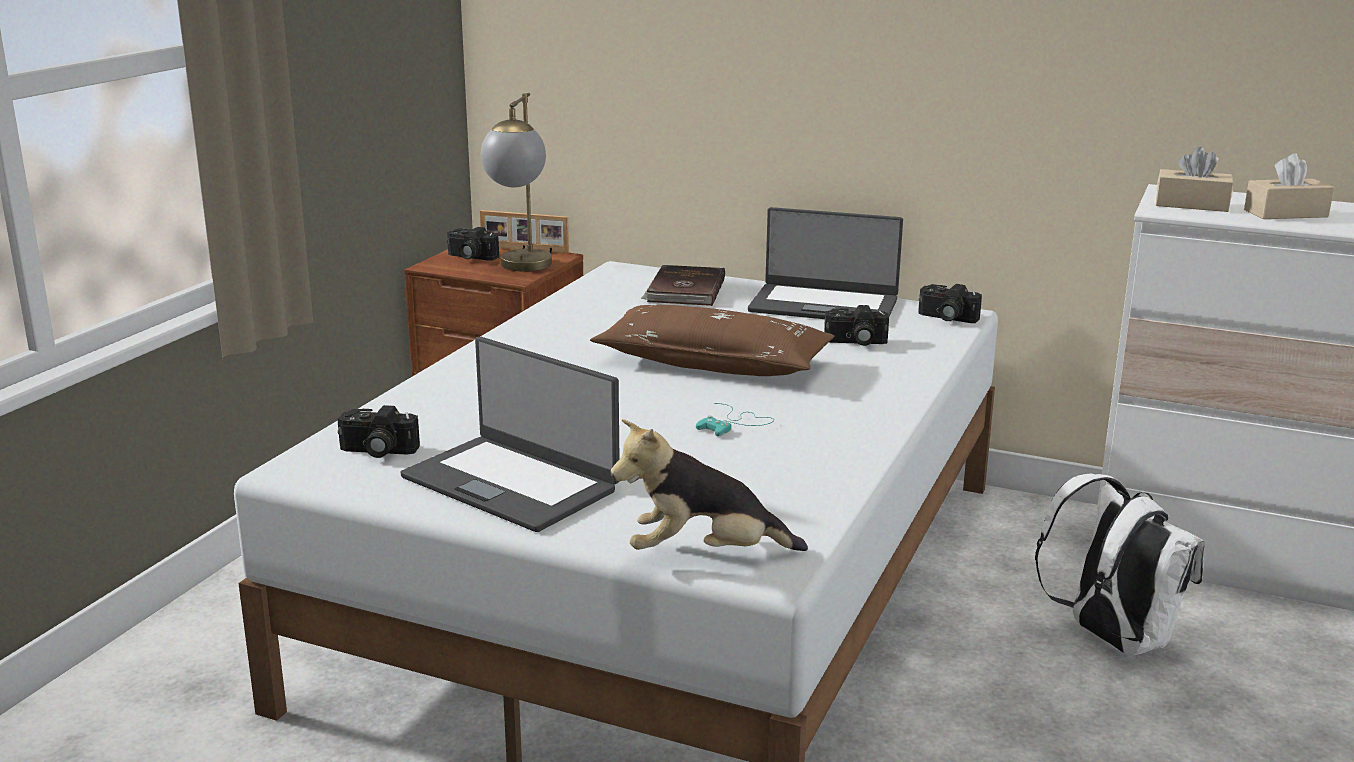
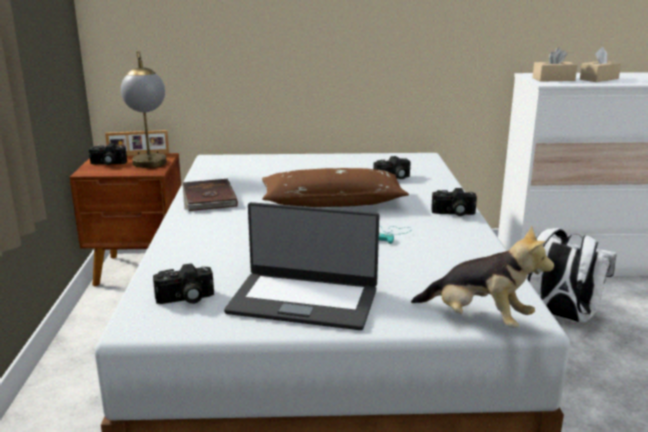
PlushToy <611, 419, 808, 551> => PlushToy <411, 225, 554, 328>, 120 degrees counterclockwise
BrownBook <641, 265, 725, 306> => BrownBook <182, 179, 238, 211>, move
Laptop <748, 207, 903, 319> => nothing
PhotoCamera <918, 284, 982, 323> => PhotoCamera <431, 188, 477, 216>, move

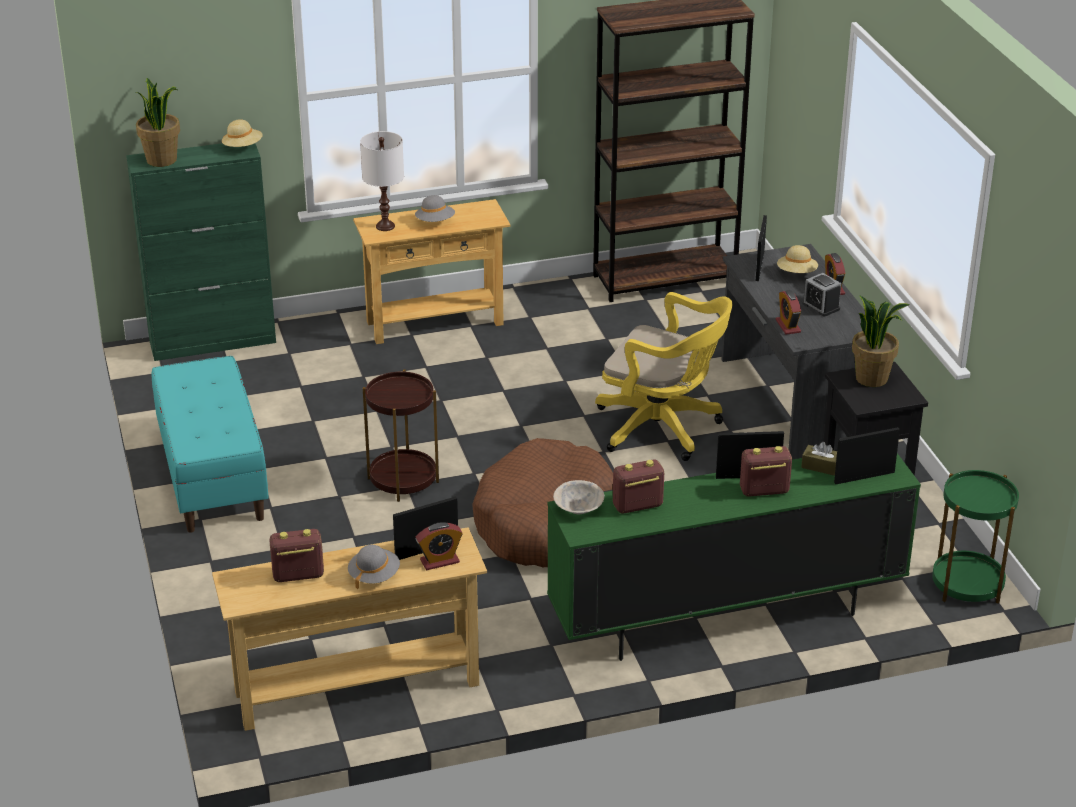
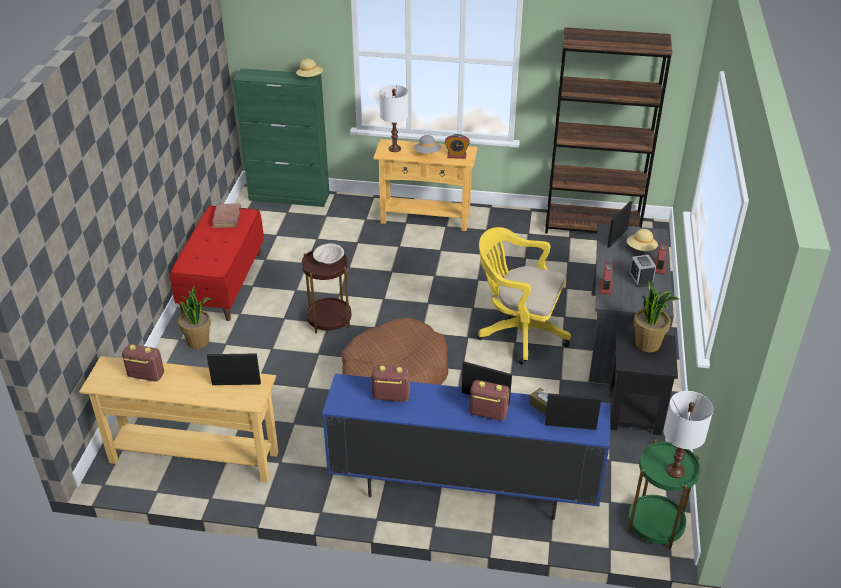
PottedPlant <136, 78, 180, 167> => PottedPlant <179, 286, 212, 349>, move
TurquoiseBench <152, 356, 269, 533> => RedBench <170, 206, 264, 321>
GreyHat <348, 545, 400, 589> => nothing
AlarmClock <415, 522, 463, 570> => AlarmClock <445, 134, 470, 159>, move
GreenTvStand <547, 453, 921, 661> => BlueTvStand <322, 374, 610, 520>
BeigeBowl <553, 480, 604, 514> => BeigeBowl <313, 243, 344, 264>, move
YellowOfficeChair <595, 292, 733, 461> => YellowOfficeChair <477, 227, 571, 365>, 150 degrees clockwise
nothing => BrownBook <212, 203, 241, 228>
nothing => WhiteTableLamp <664, 391, 713, 478>

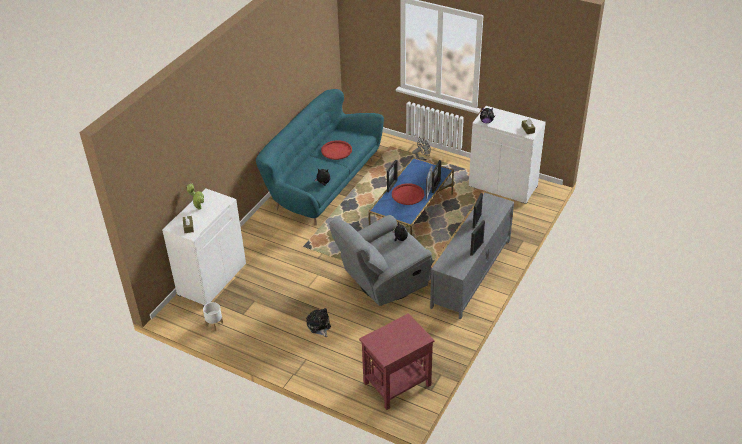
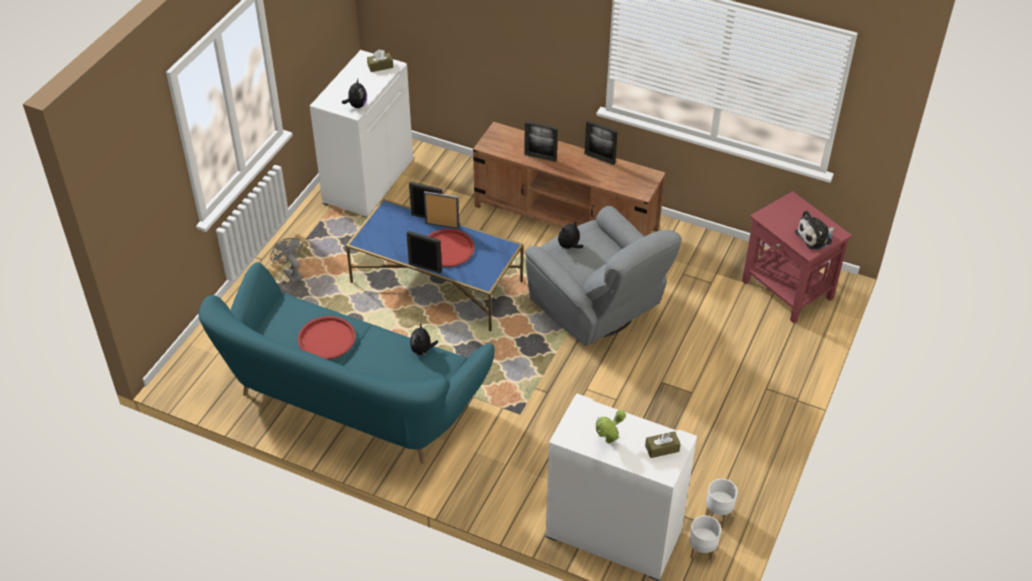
PlushToy <306, 308, 331, 337> => PlushToy <795, 210, 835, 250>, move
GreyTvStand <430, 193, 514, 320> => BrownTvStand <473, 122, 666, 237>
nothing => WhitePlanter <689, 516, 721, 561>

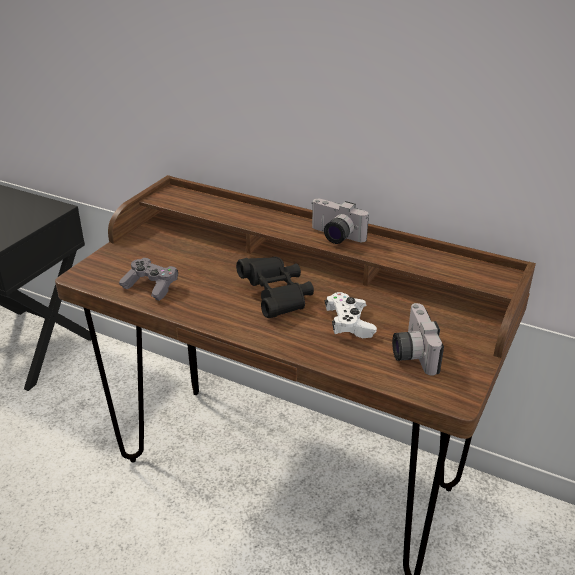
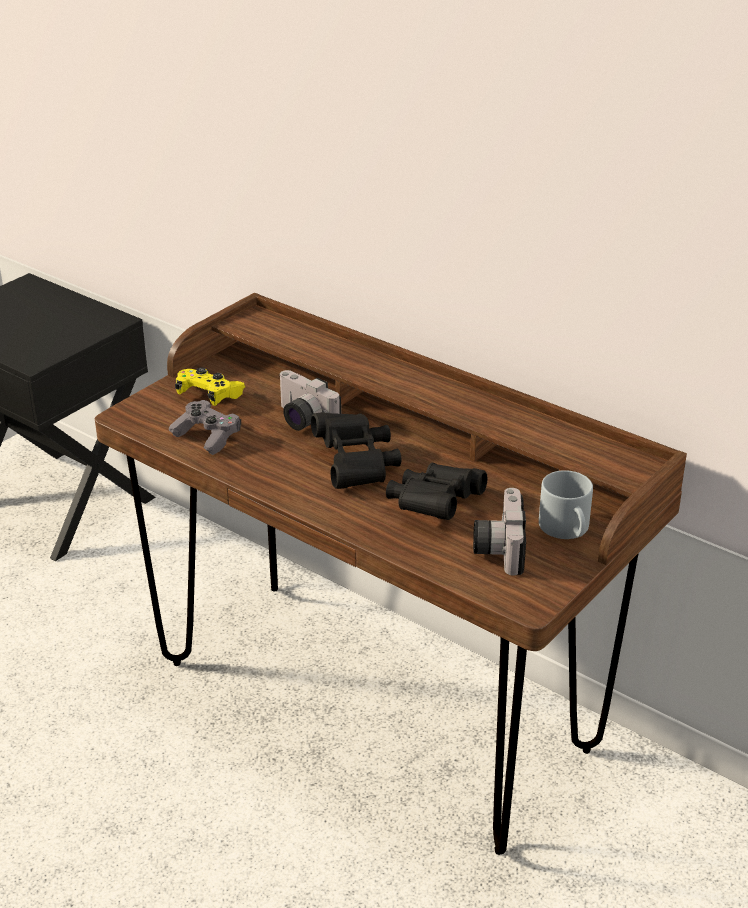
PhotoCamera <311, 198, 369, 244> => PhotoCamera <279, 370, 341, 431>, move
WhiteGameController <324, 292, 377, 338> => BlackBinoculars <386, 463, 487, 520>
nothing => YellowGameController <175, 367, 245, 406>
nothing => GreyMug <539, 470, 593, 539>

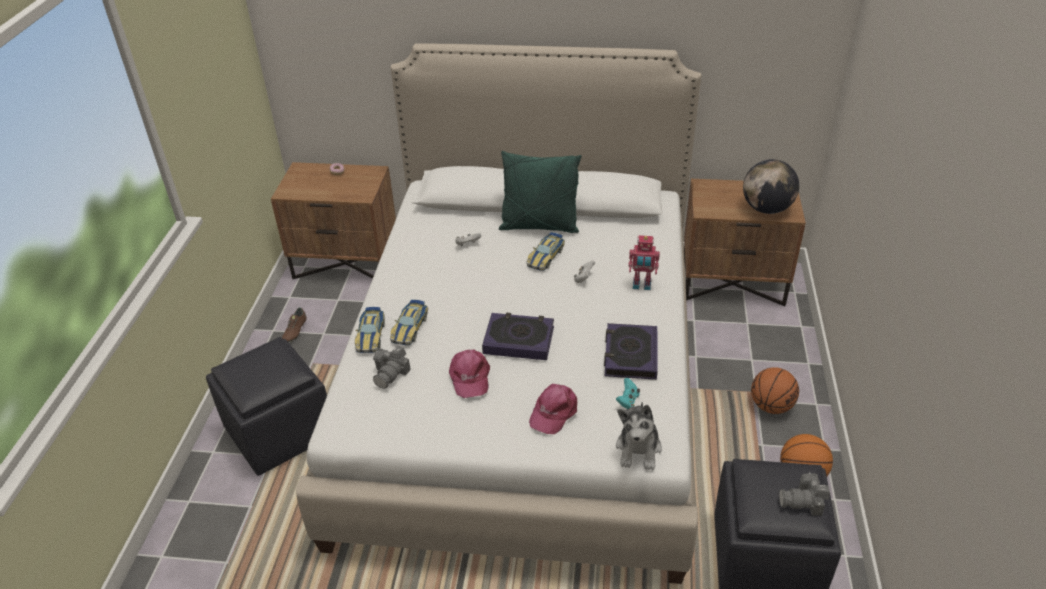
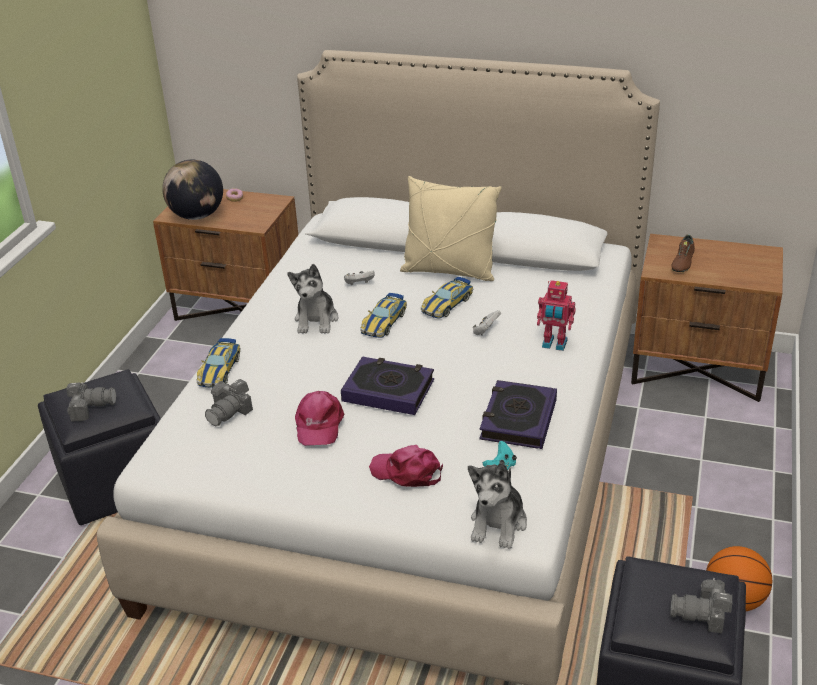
BrownShoe <282, 307, 307, 342> => BrownShoe <671, 234, 695, 273>, move
ToyCar <390, 300, 428, 345> => ToyCar <360, 293, 407, 338>, move
GreenPillow <499, 151, 582, 233> => BeigePillow <400, 176, 502, 281>
PinkCap <529, 384, 577, 434> => PinkCap <369, 445, 443, 487>, 75 degrees clockwise
Globe <743, 159, 799, 214> => Globe <162, 160, 223, 220>, move
Basketball <751, 367, 799, 414> => nothing
nothing => PhotoCamera <66, 382, 116, 422>
nothing => PlushToy <287, 264, 338, 334>

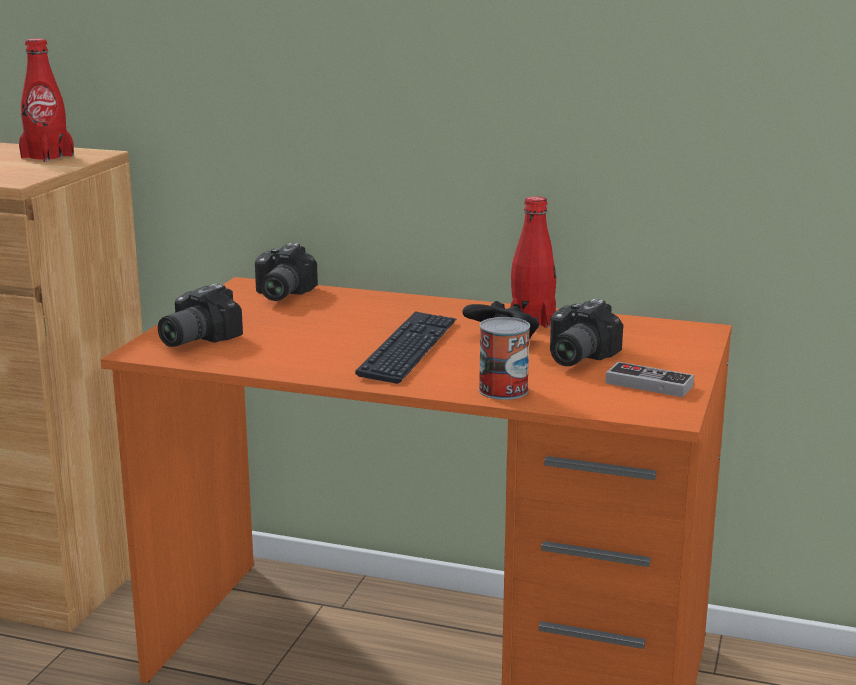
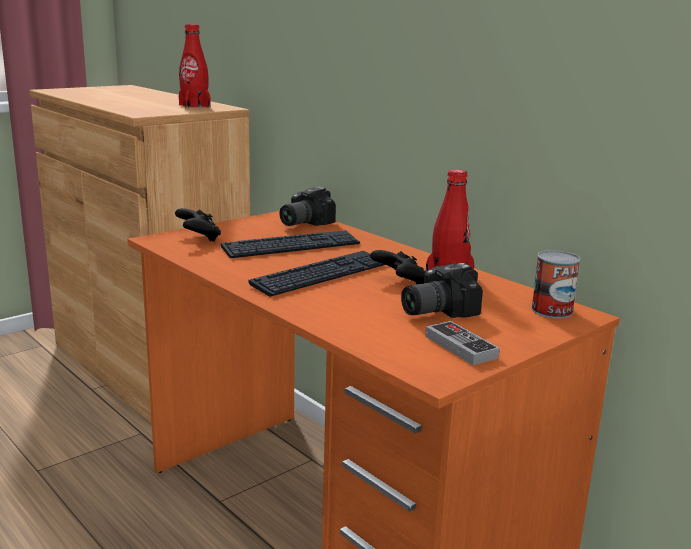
PhotoCamera <158, 283, 243, 347> => BlackGameController <175, 208, 221, 242>
Can <479, 317, 530, 400> => Can <531, 250, 581, 318>, move
nothing => Keyboard <221, 230, 360, 258>

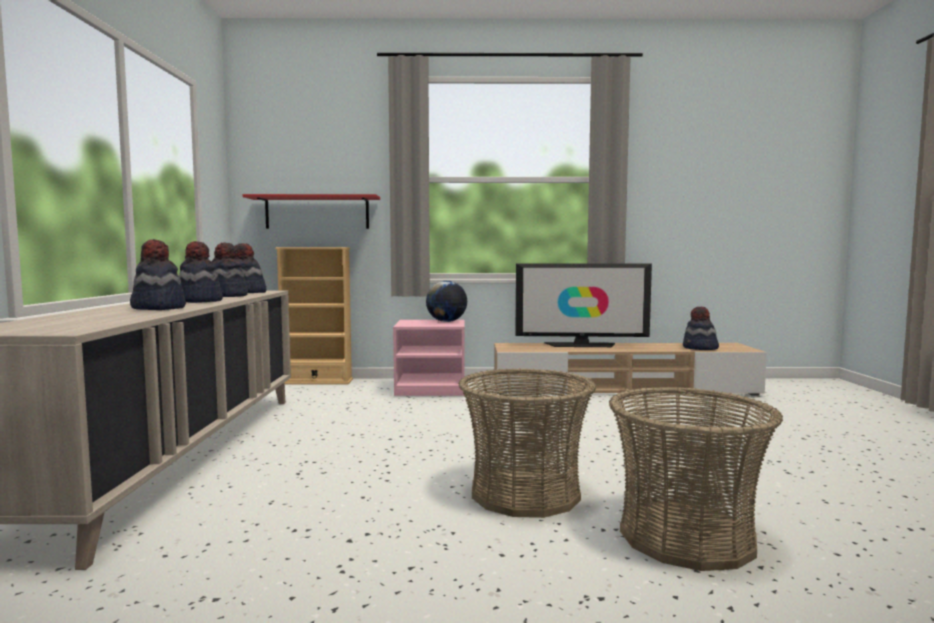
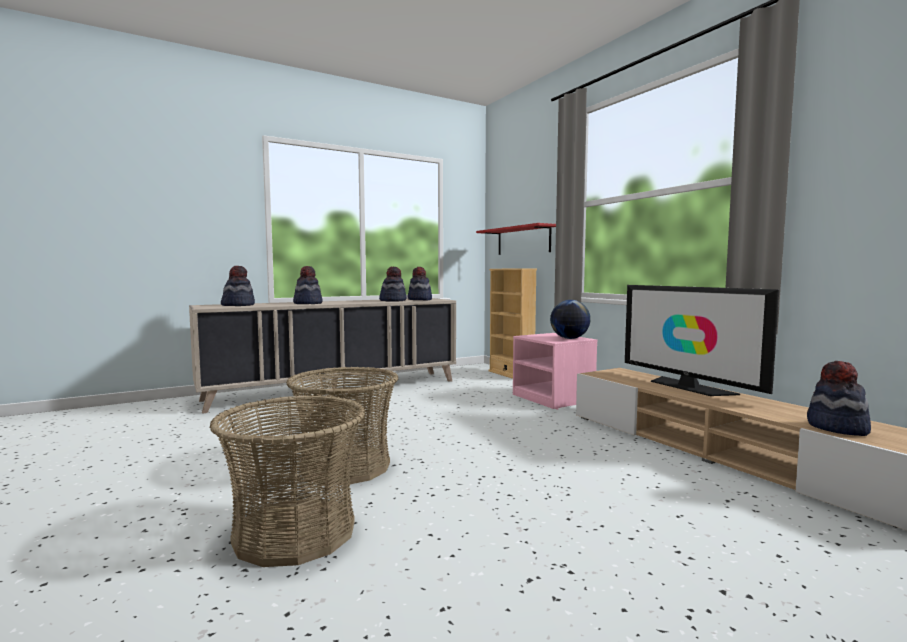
Hat <179, 241, 223, 303> => Hat <221, 266, 255, 306>, move

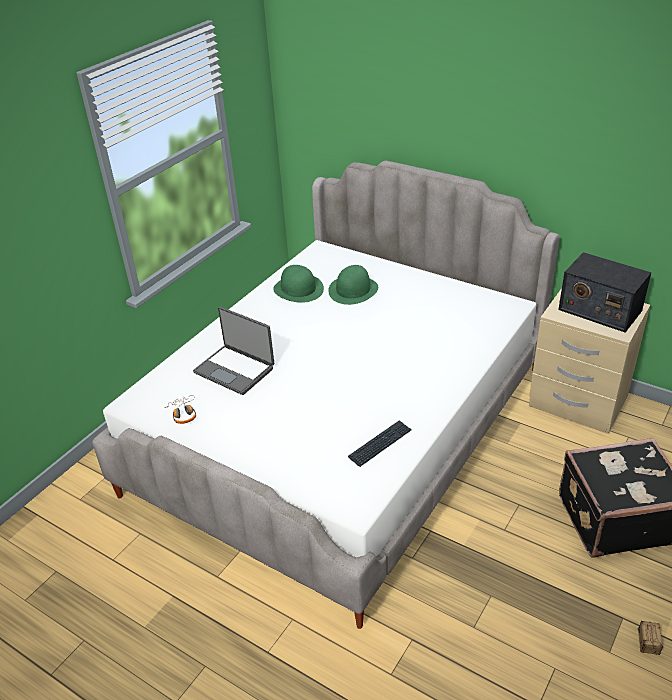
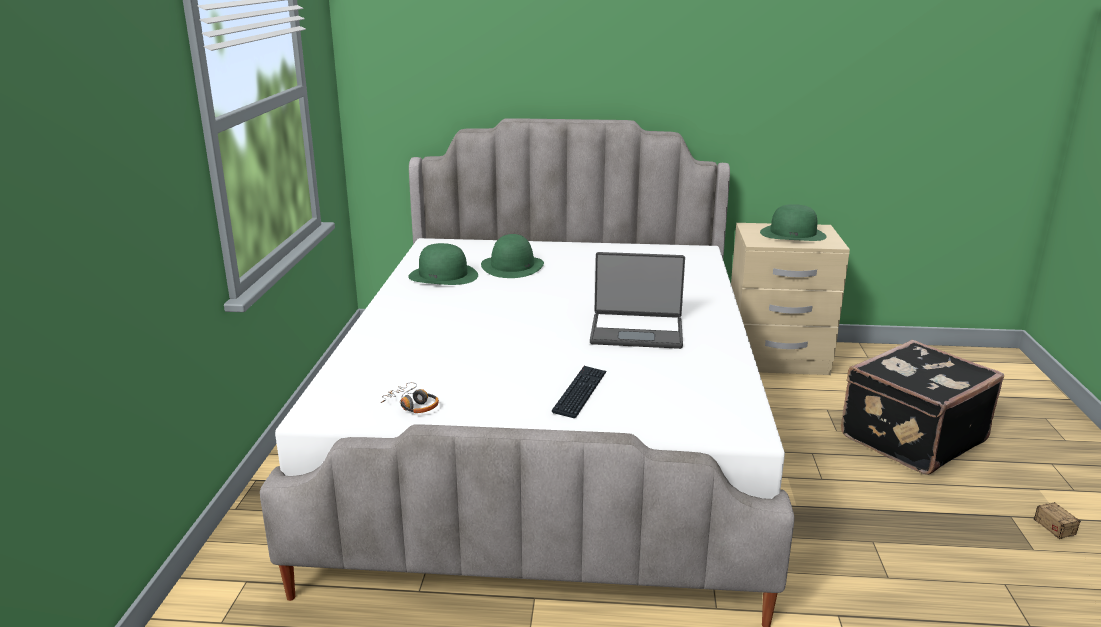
Laptop <193, 307, 274, 395> => Laptop <590, 252, 685, 349>, move
Keyboard <348, 420, 412, 467> => Keyboard <552, 366, 607, 418>, move
Radio <558, 252, 652, 333> => GreenHat <760, 204, 827, 241>

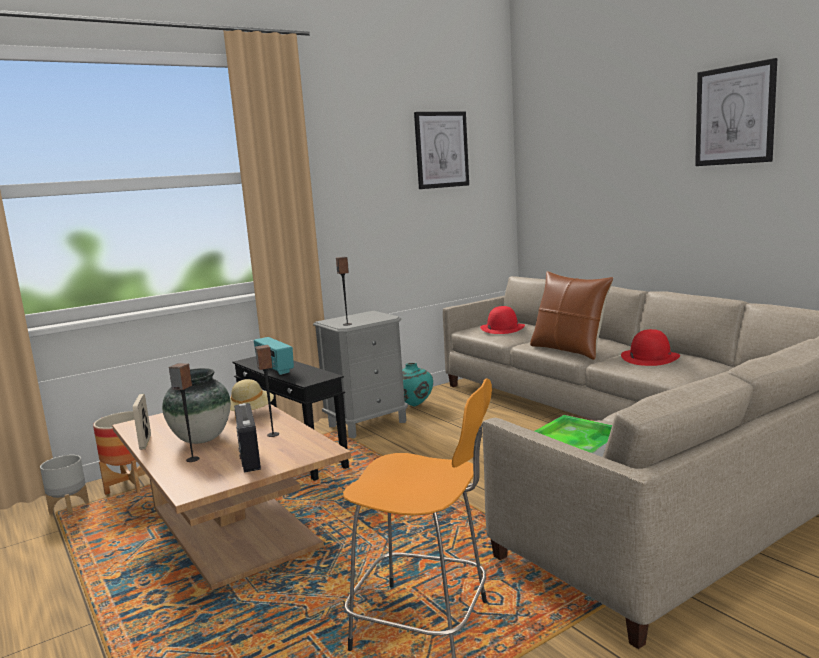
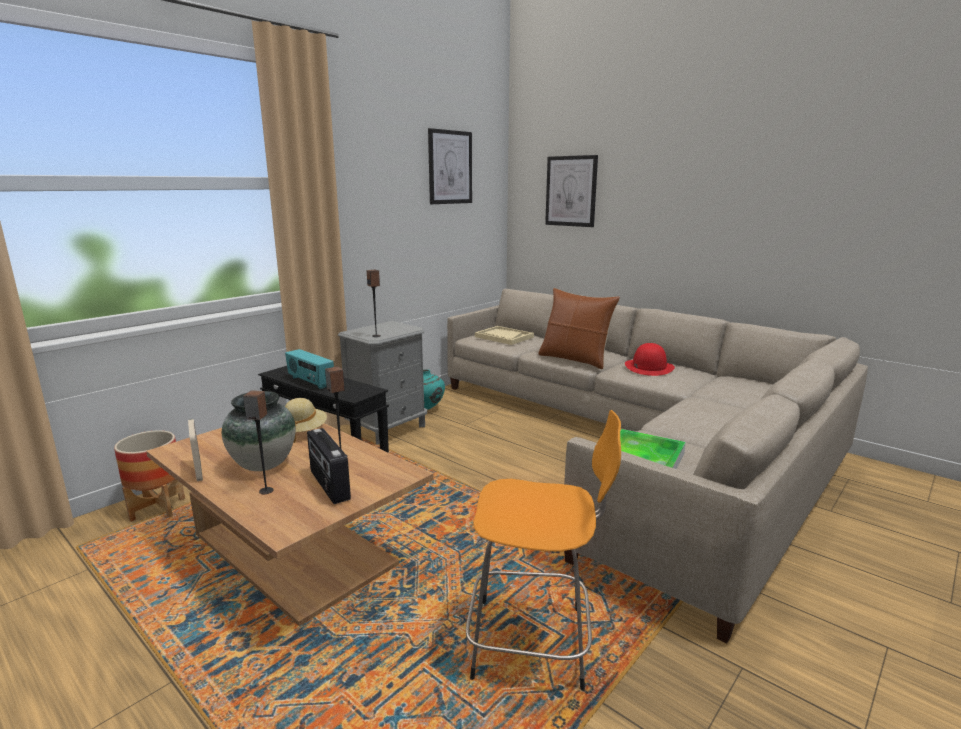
GreyPlanter <40, 455, 89, 515> => nothing
RedHat <480, 306, 525, 334> => BeigeTray <475, 326, 534, 345>
Picture <695, 58, 777, 166> => Picture <545, 155, 598, 227>, move

